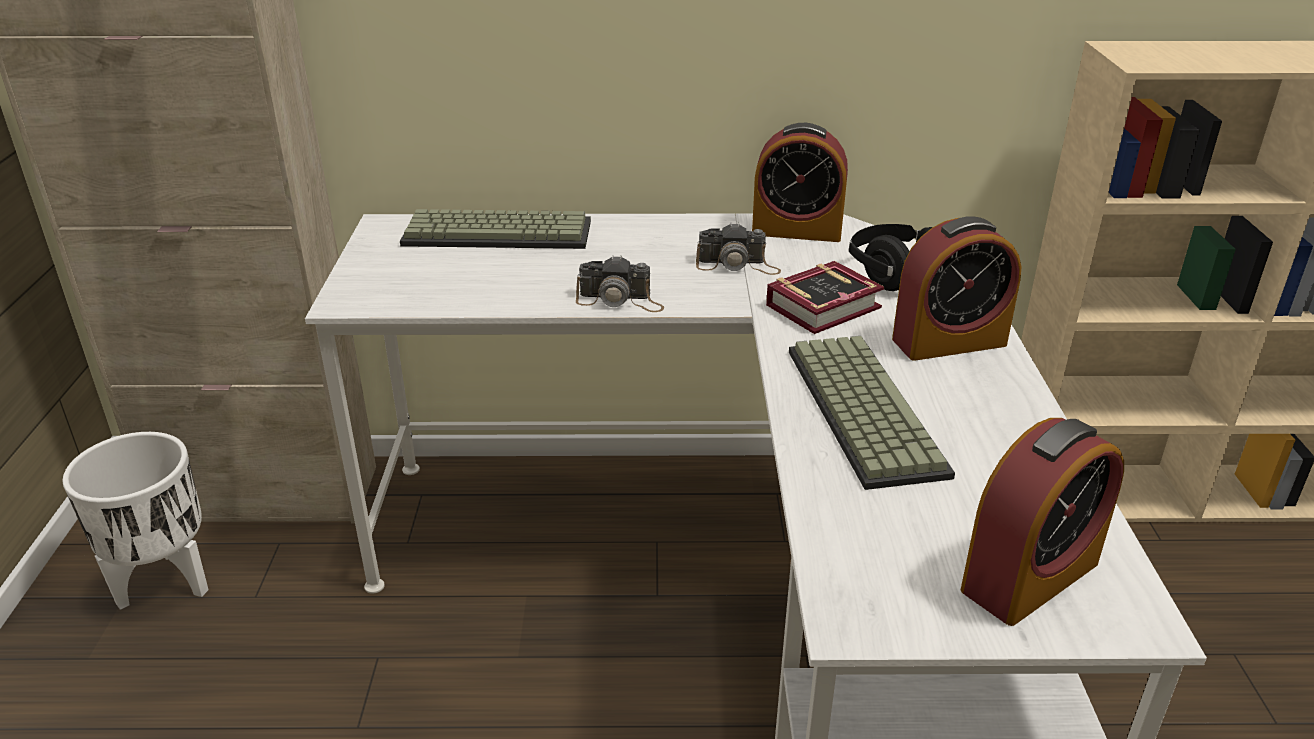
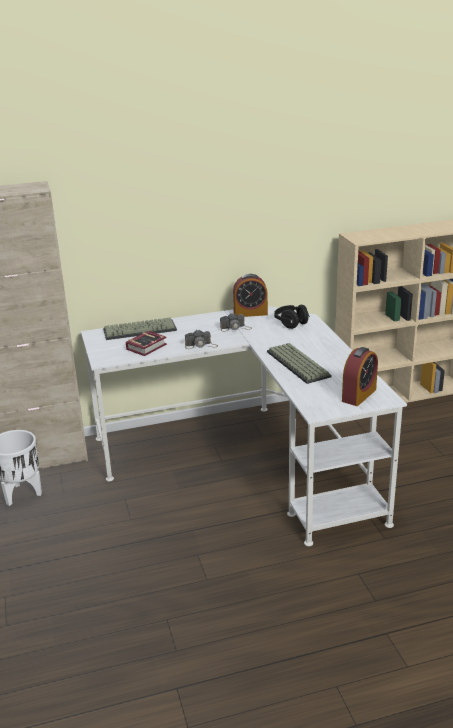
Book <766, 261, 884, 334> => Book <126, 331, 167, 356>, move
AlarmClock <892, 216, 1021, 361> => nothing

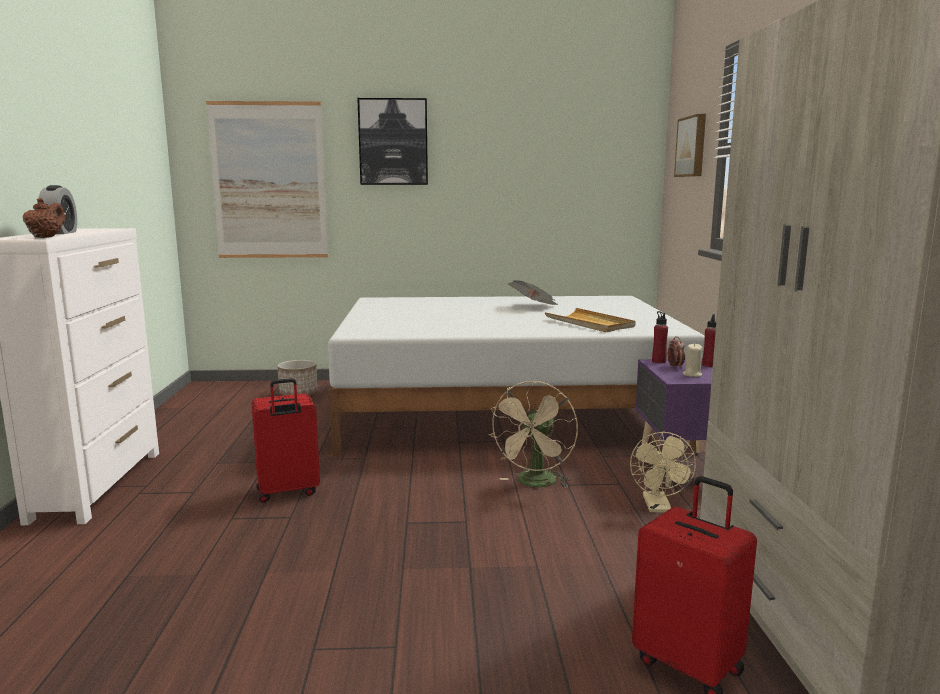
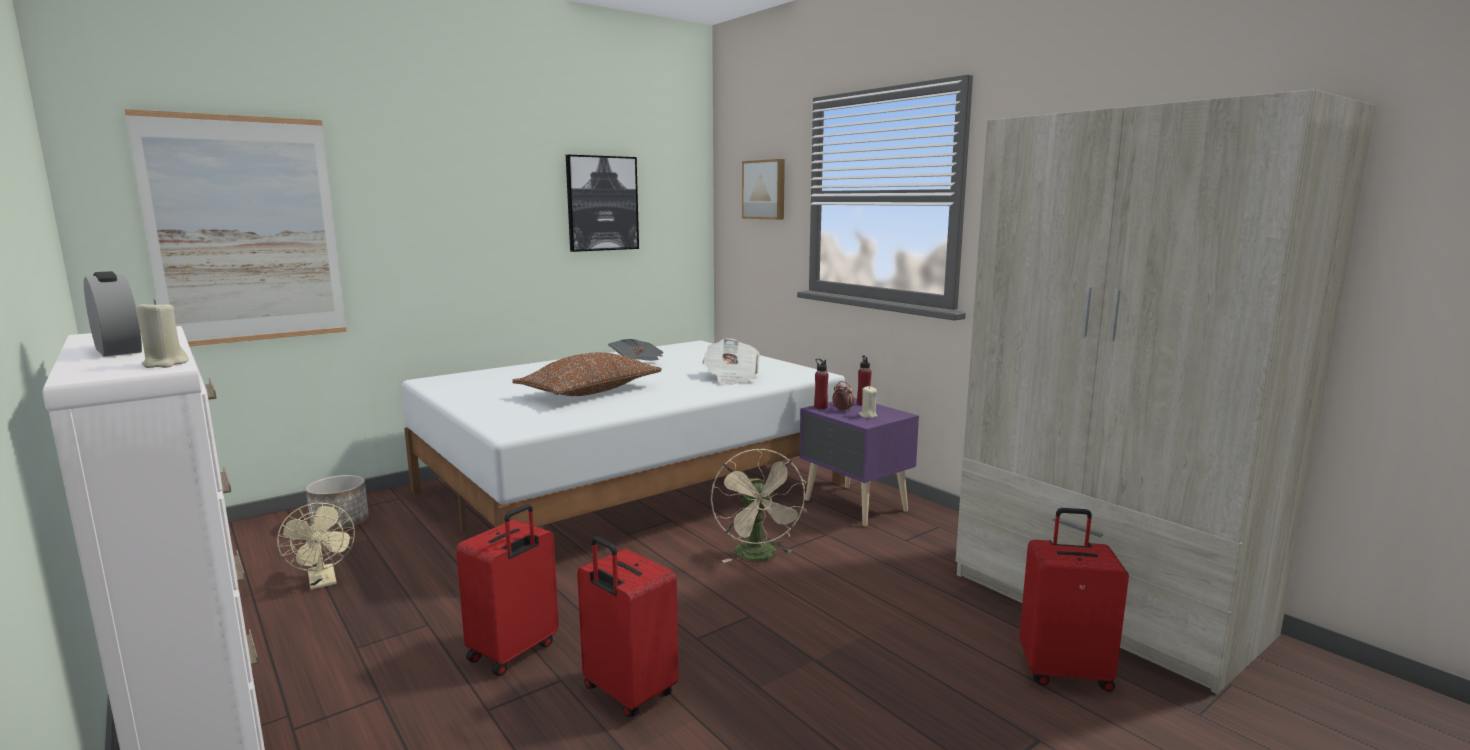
BrownTeapot <23, 198, 65, 238> => BeigeCandle <136, 300, 189, 368>
Picture <357, 98, 428, 185> => Picture <566, 155, 639, 252>, move
BeigeTray <545, 308, 636, 332> => Newspaper <702, 338, 760, 385>
BeigeFan <630, 432, 696, 513> => BeigeFan <277, 503, 355, 590>, move
nothing => BrownPillow <512, 352, 662, 396>
nothing => RedSuitcase <577, 536, 679, 717>

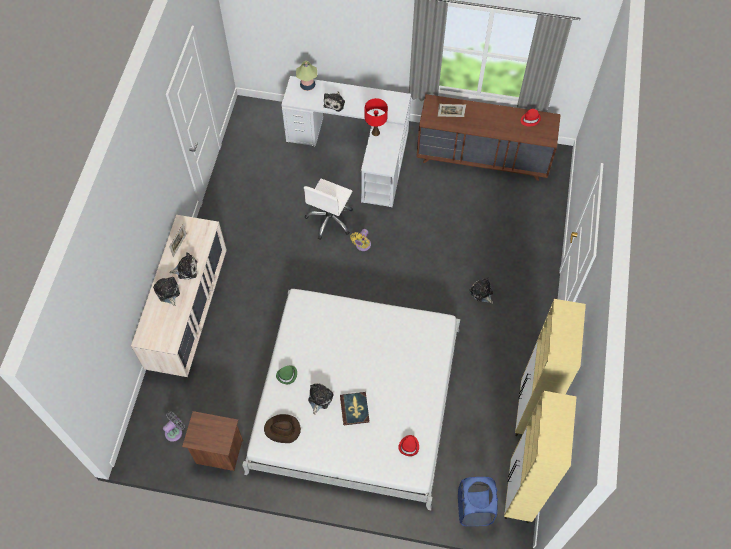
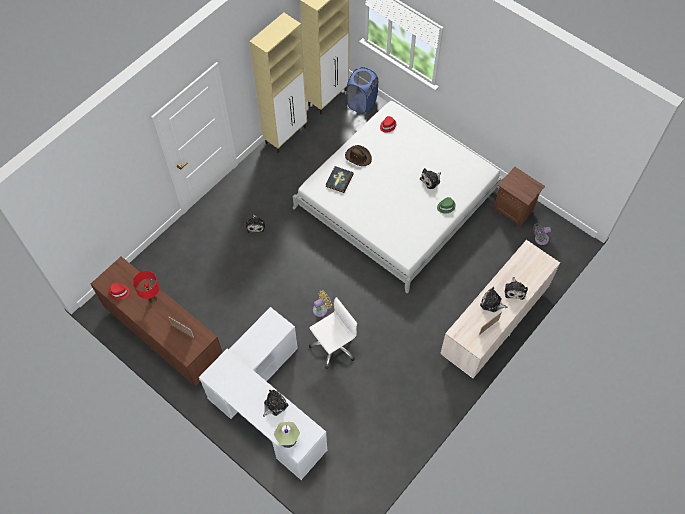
BrownHat <264, 414, 301, 443> => BrownHat <345, 145, 372, 166>, move
Book <340, 392, 369, 425> => Book <326, 166, 354, 193>, move
RedTableLamp <365, 98, 388, 136> => RedTableLamp <133, 271, 160, 303>, move

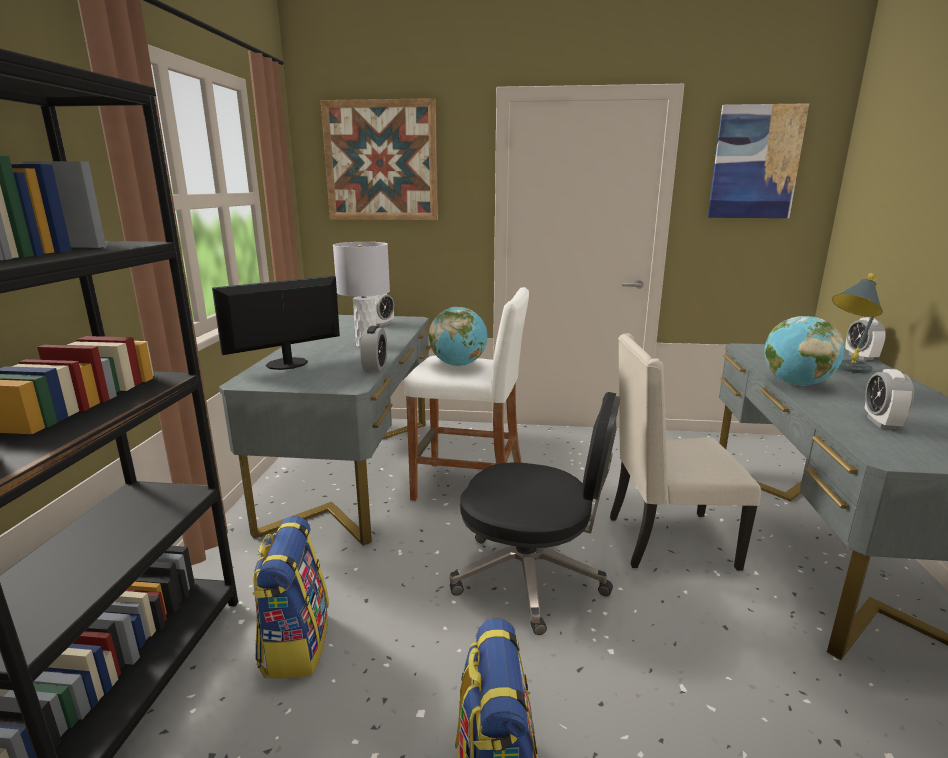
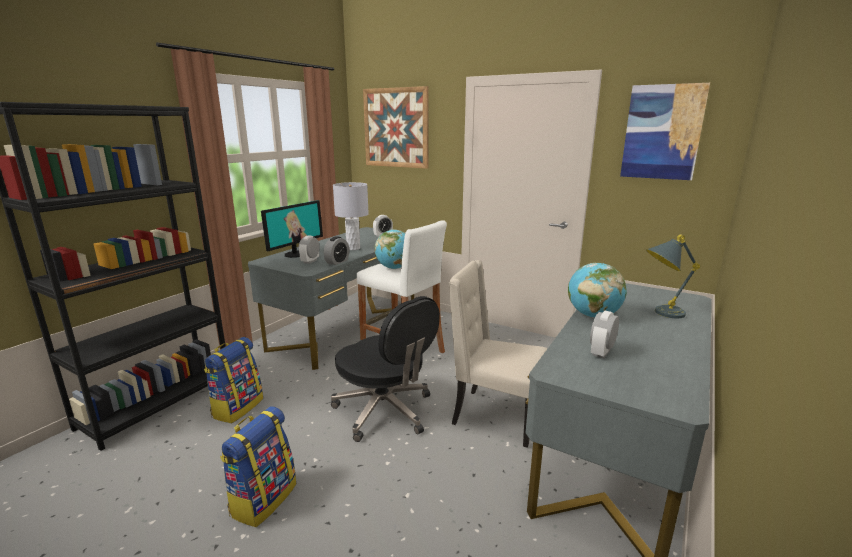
Monitor <212, 276, 340, 370> => Monitor <261, 200, 323, 258>, 135 degrees clockwise
AlarmClock <845, 317, 886, 360> => AlarmClock <299, 235, 319, 264>, move

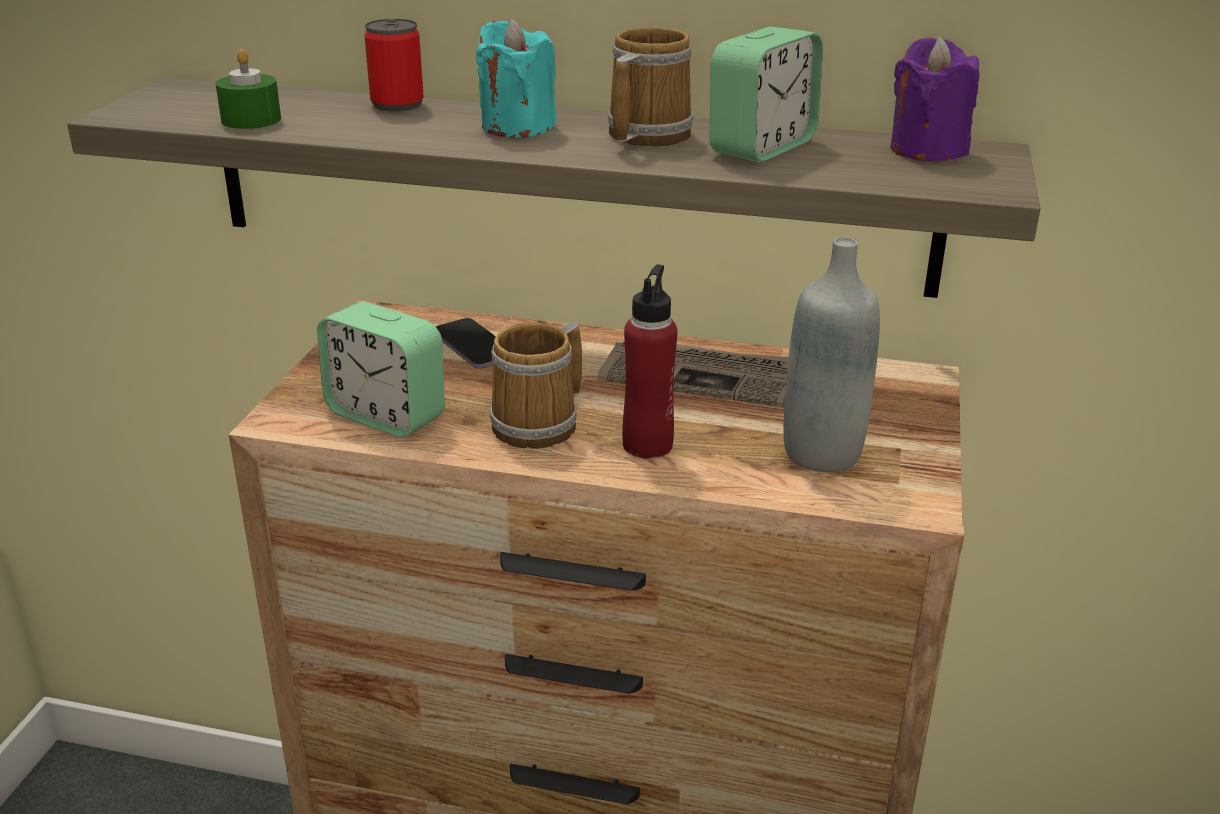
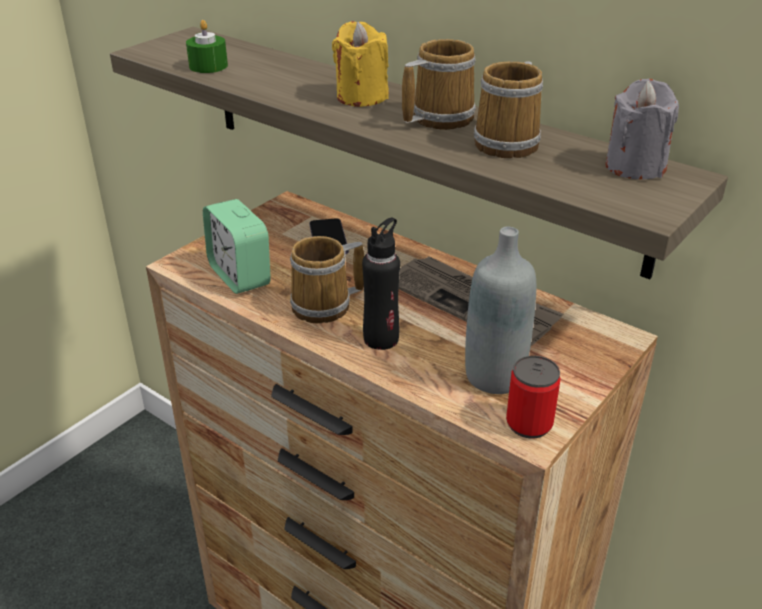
Can <365, 19, 424, 112> => Can <506, 356, 560, 439>, move
TurquoiseCandle <476, 18, 556, 137> => YellowCandle <332, 21, 389, 107>
RedBottle <622, 264, 677, 459> => BlackBottle <362, 217, 400, 350>
AlarmClock <709, 27, 823, 162> => Mug <474, 61, 543, 158>
PurpleCandle <890, 37, 979, 161> => GreyCandle <606, 79, 679, 179>

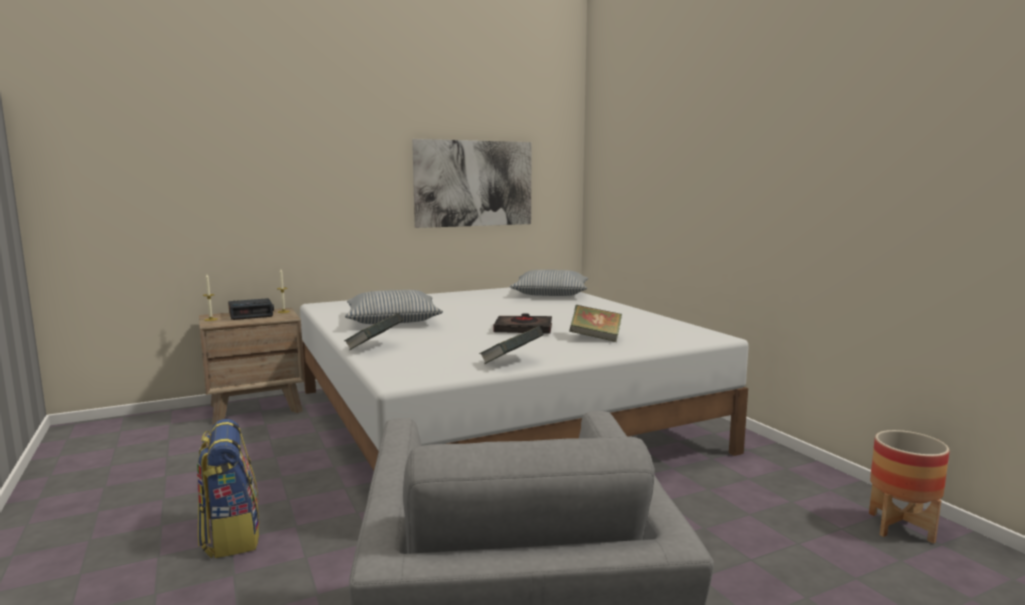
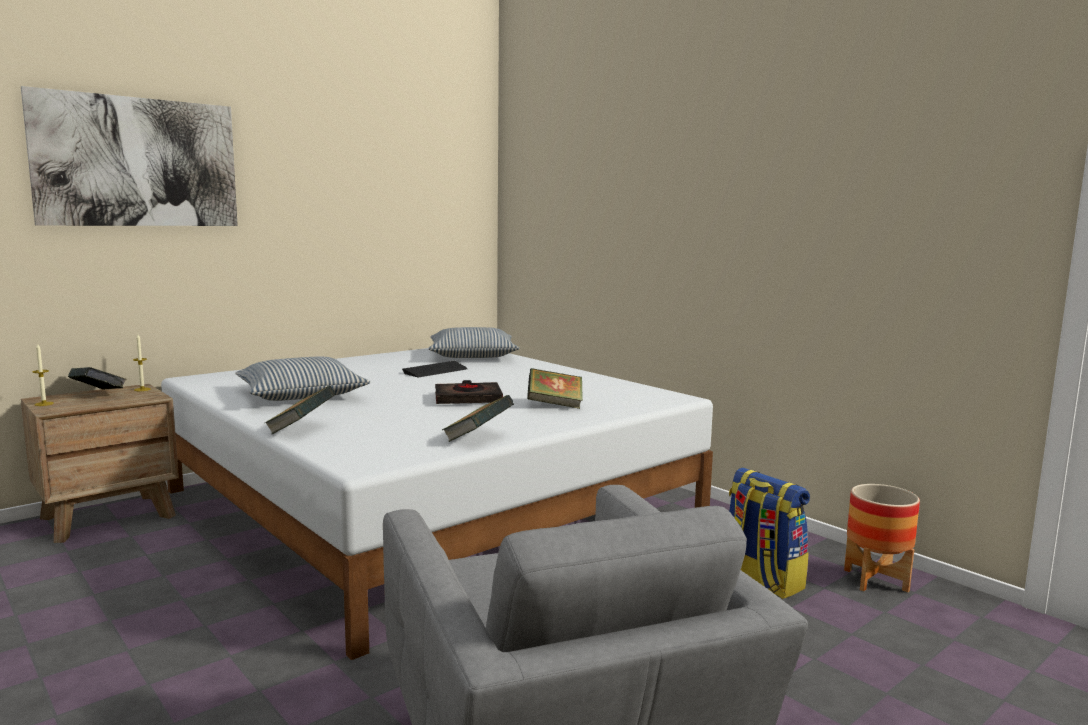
Backpack <197, 419, 259, 558> => Backpack <729, 468, 810, 599>, move
AlarmClock <228, 298, 274, 320> => Book <68, 367, 127, 390>
Picture <412, 139, 532, 228> => Picture <21, 86, 238, 226>, move
nothing => Keyboard <402, 361, 468, 377>

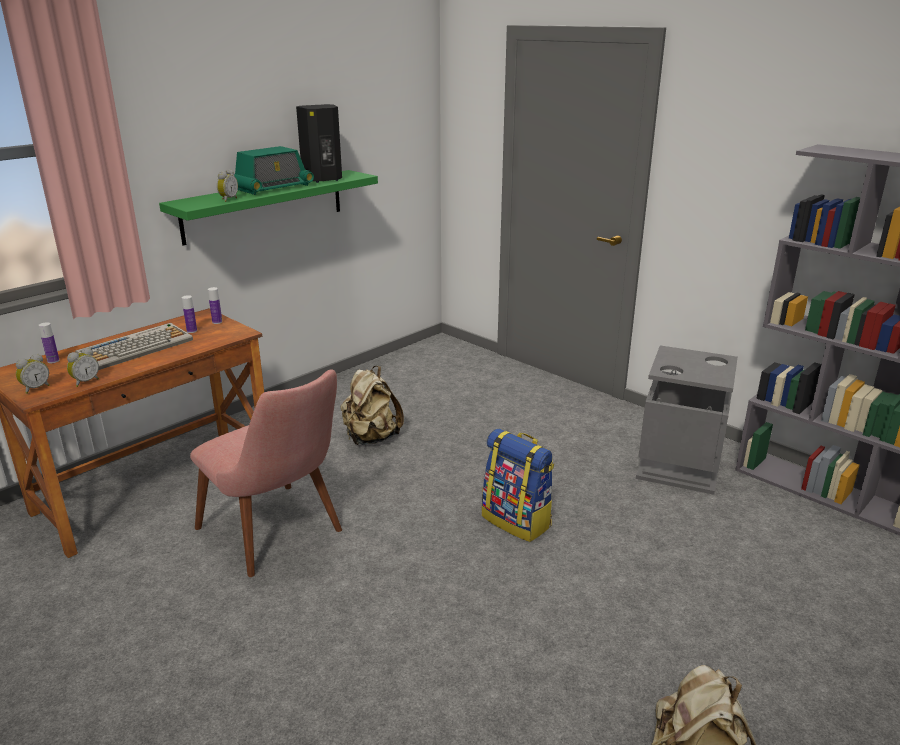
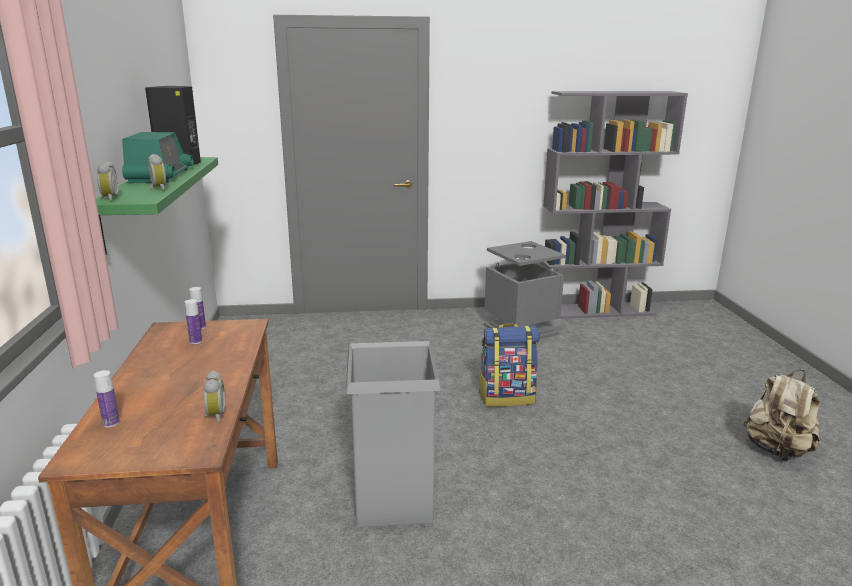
AlarmClock <16, 354, 50, 394> => AlarmClock <97, 161, 118, 202>, move
Keyboard <75, 323, 193, 370> => nothing
PinkChair <190, 369, 342, 577> => GreyTrashCan <346, 341, 441, 527>
BeigeBackpack <340, 366, 404, 445> => nothing

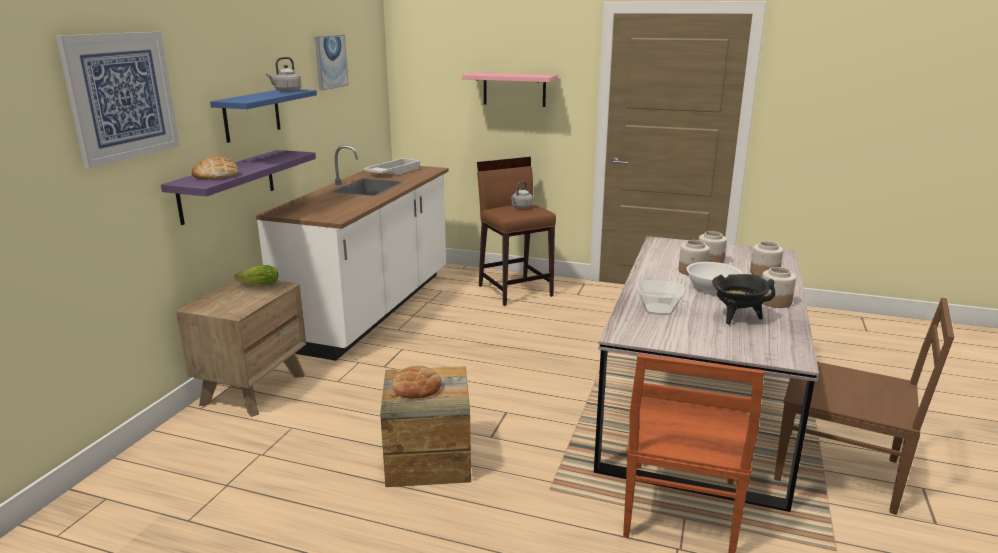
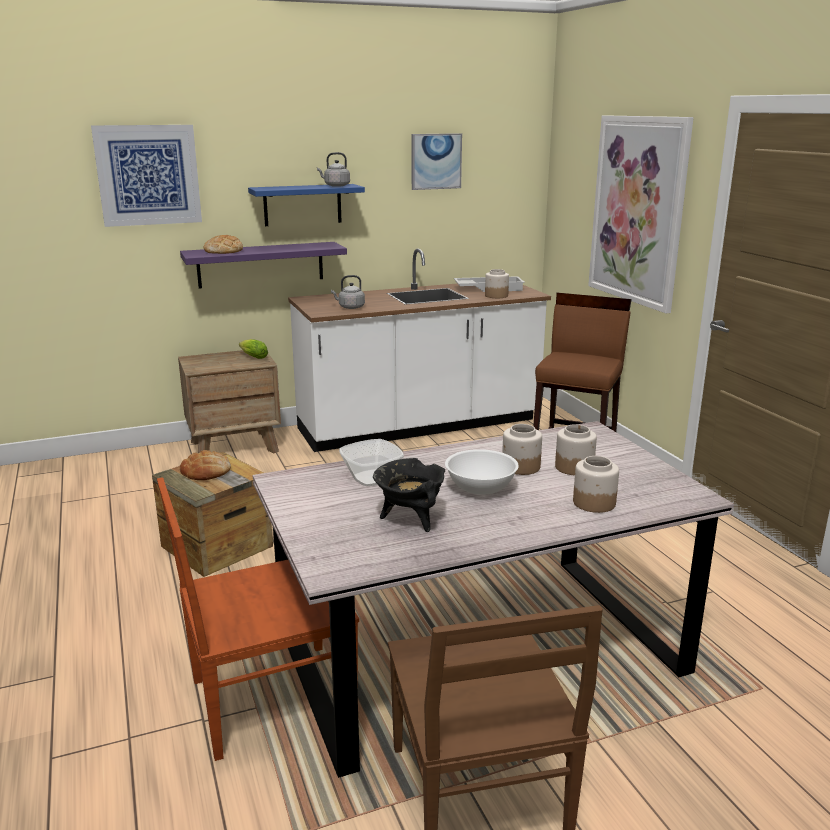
PinkShelf <462, 72, 558, 107> => Picture <588, 115, 694, 313>
GreyKettle <511, 181, 533, 209> => GreyKettle <331, 275, 365, 309>, move
Jar <762, 267, 796, 308> => Jar <485, 269, 509, 298>, move

